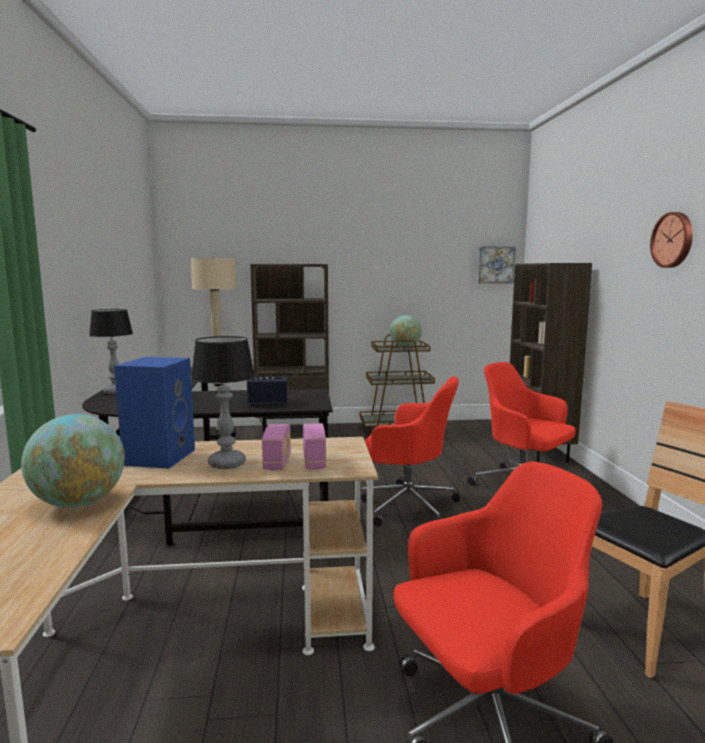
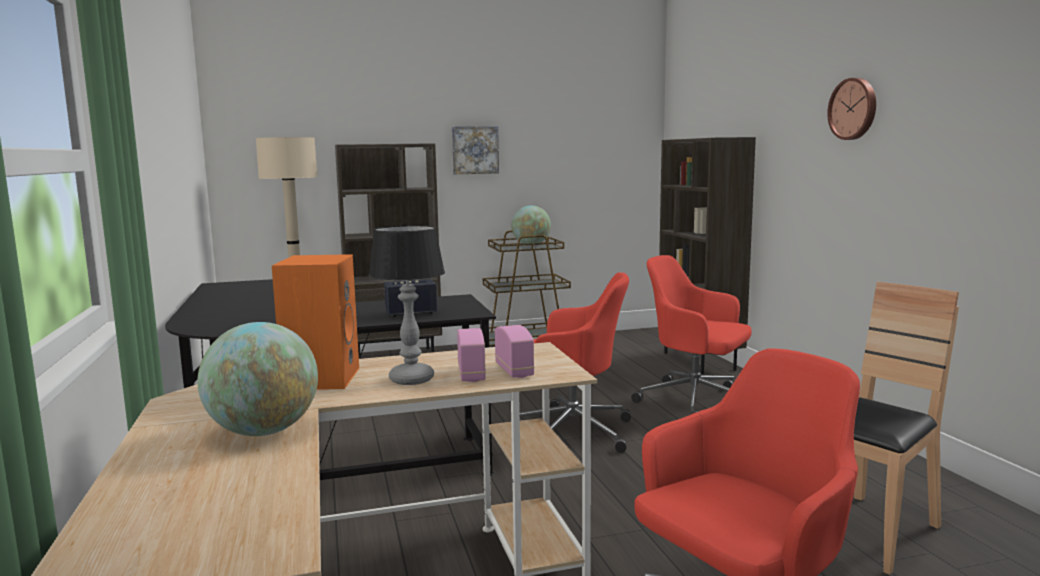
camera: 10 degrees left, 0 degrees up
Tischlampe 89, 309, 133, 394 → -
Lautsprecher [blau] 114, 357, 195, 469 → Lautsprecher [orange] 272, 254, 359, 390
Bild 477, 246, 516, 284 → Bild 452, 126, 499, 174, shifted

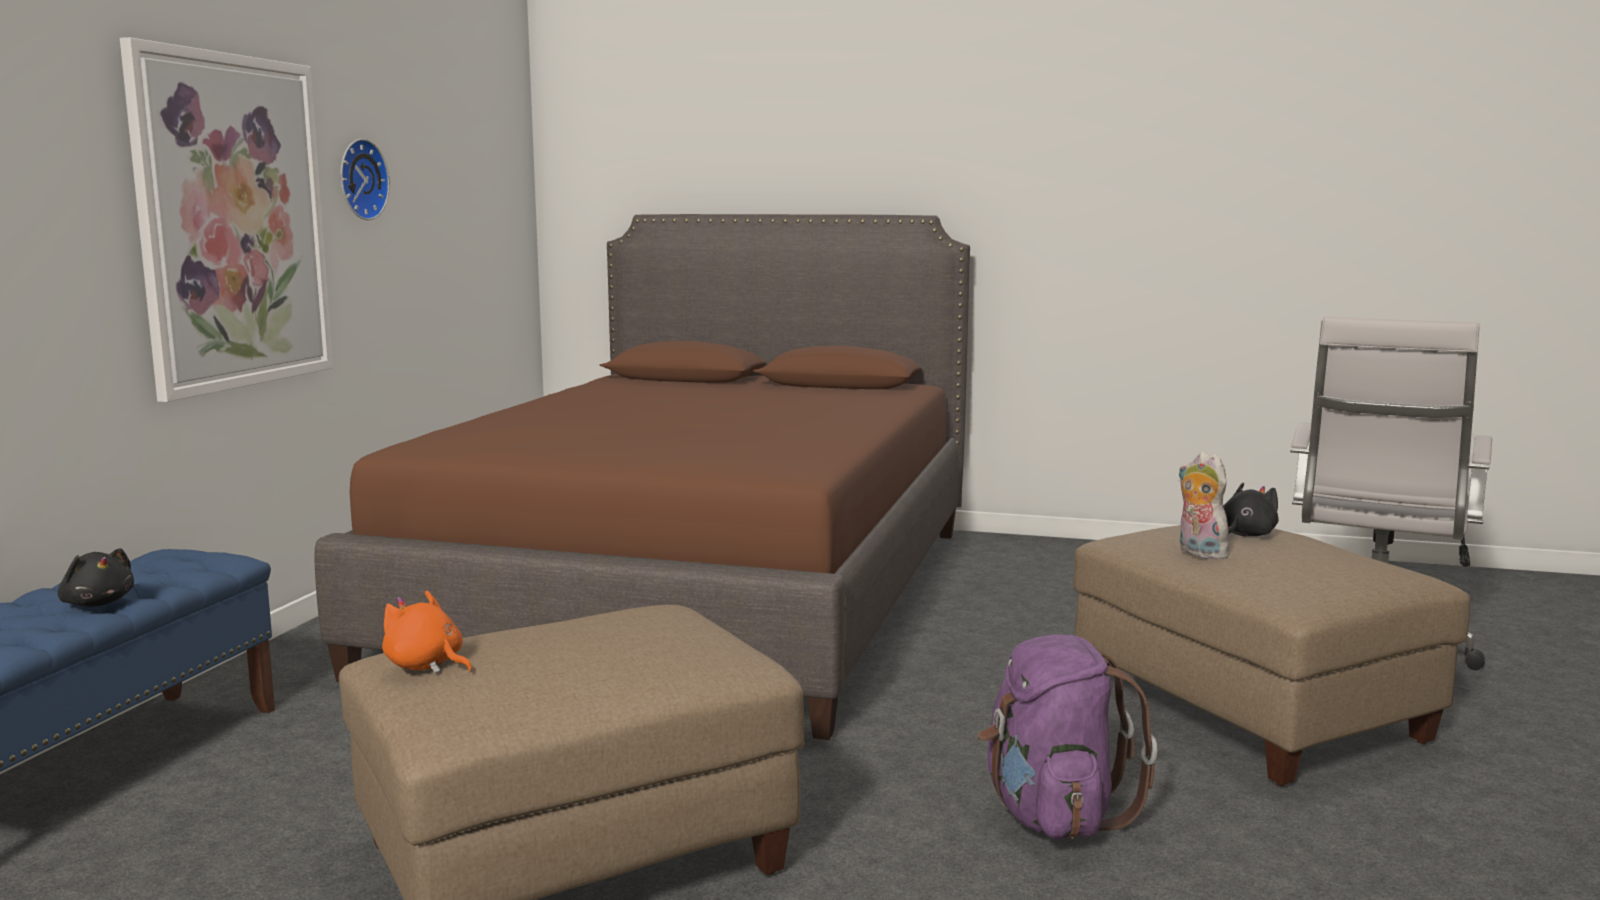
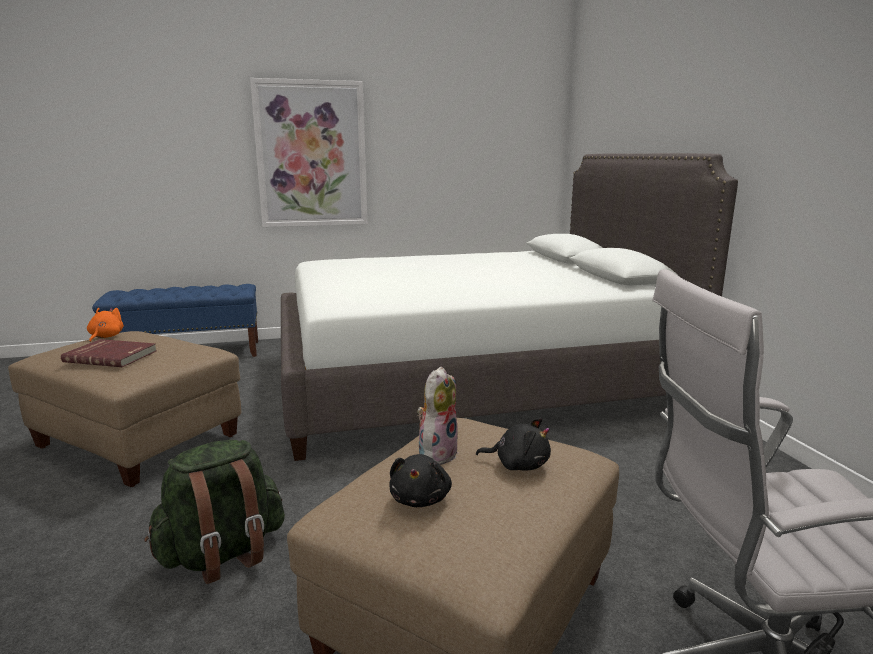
camera: 60 degrees right, 5 degrees up
Plüschtier [schwarz] 58, 548, 134, 607 → Plüschtier [schwarz] 389, 454, 452, 507, shifted
Bett [braun] 315, 214, 970, 740 → Bett [weiß] 281, 153, 738, 461
Wanduhr 340, 139, 390, 220 → -
Rucksack [lila] 978, 634, 1157, 839 → Rucksack [grün] 144, 440, 285, 584
- → Buch [rot] 61, 339, 157, 367

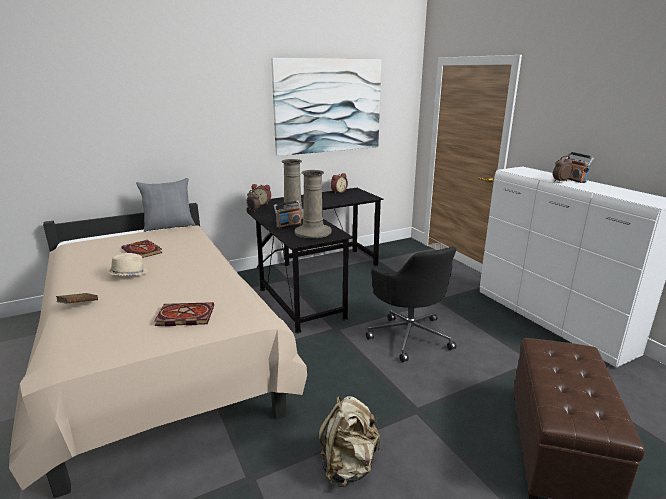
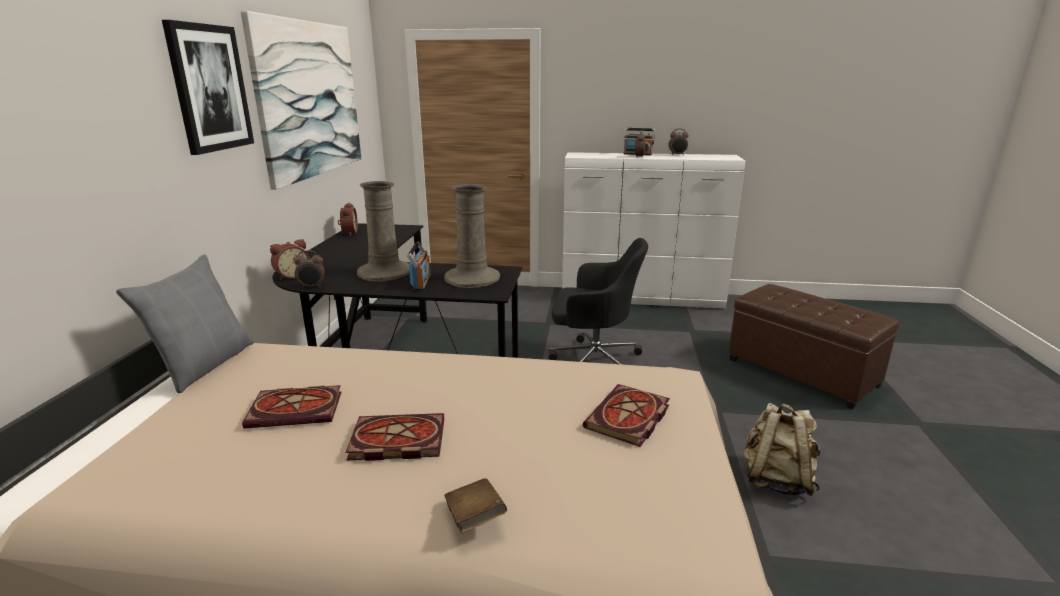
camera: 55 degrees left, 0 degrees up
Hut [beige] 108, 253, 148, 276 → Buch 345, 413, 444, 461
- → Bild 162, 20, 254, 155
- → Wecker 669, 129, 689, 155

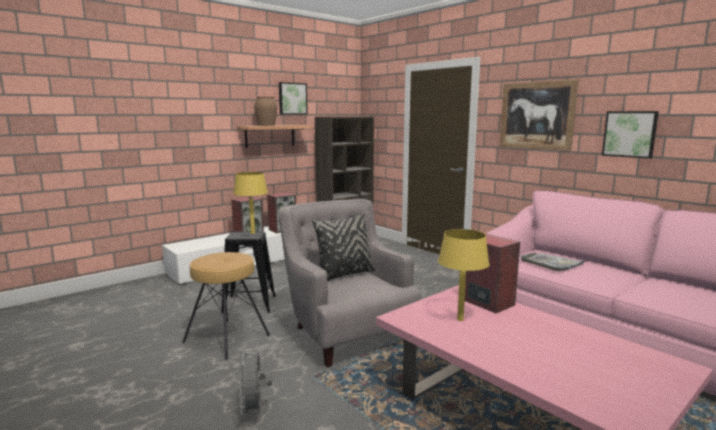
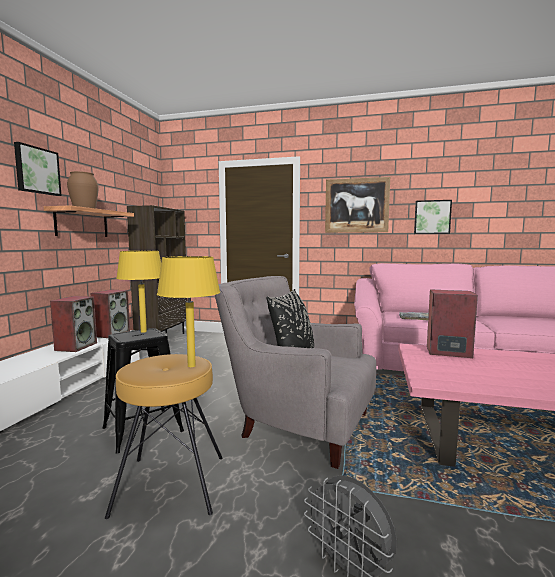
camera: 35 degrees left, 5 degrees down
Bild 279, 82, 308, 114 → Bild 14, 142, 62, 196, shifted
Tischlampe [gelb] 438, 229, 489, 321 → Tischlampe [gelb] 157, 256, 220, 367, shifted

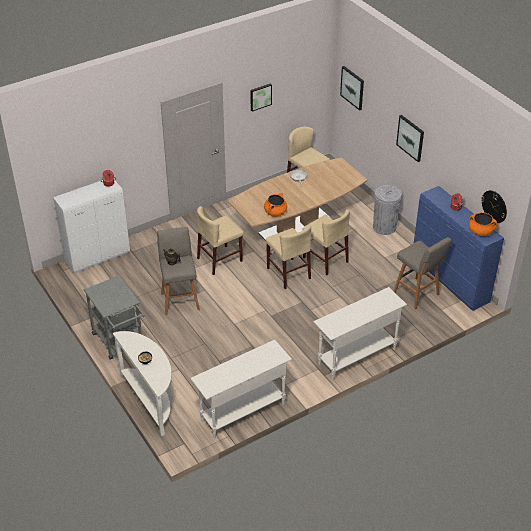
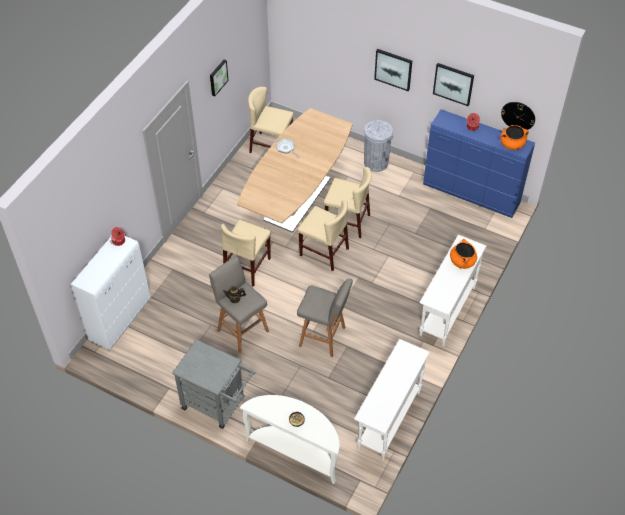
camera: 30 degrees left, 10 degrees up
Kochtopf [orange] 264, 193, 287, 217 → Kochtopf [orange] 450, 239, 477, 269, shifted
Bild 340, 66, 364, 111 → Bild 433, 63, 474, 106, shifted
Hocker [grau] 394, 237, 451, 309 → Hocker [grau] 297, 278, 353, 357, shifted

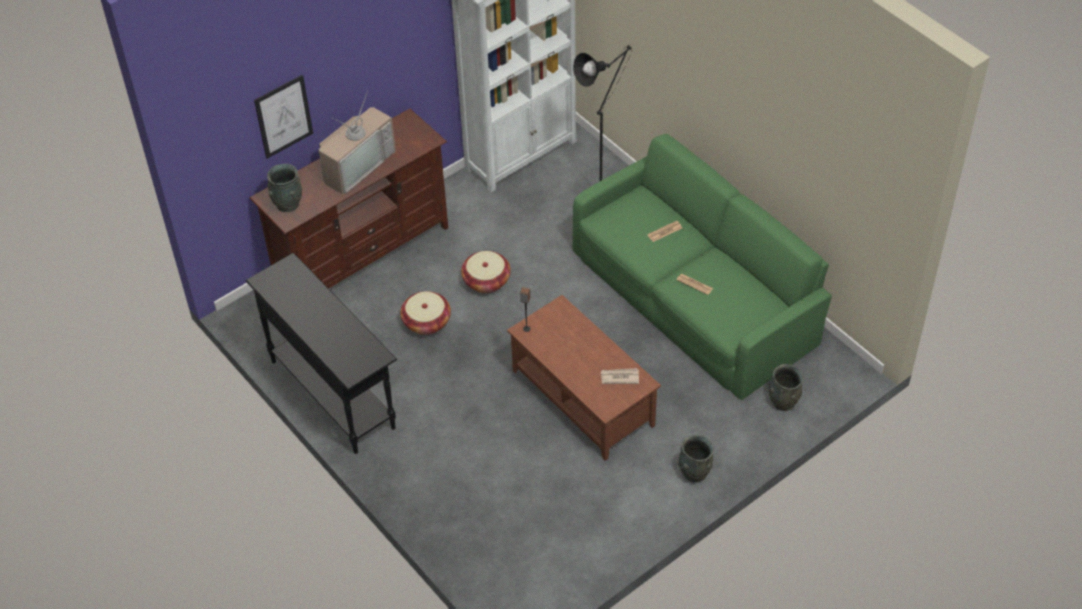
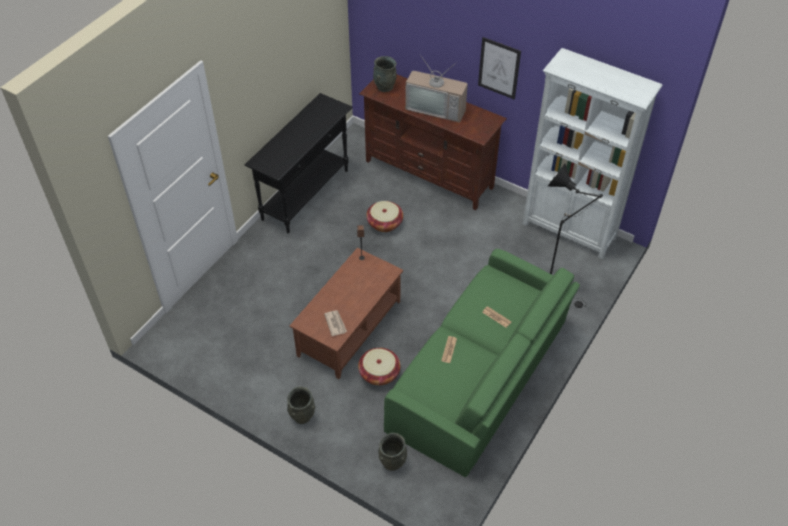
camera: 70 degrees right, 0 degrees up
Bild 254, 75, 313, 159 → Bild 478, 37, 521, 99, shifted
Korb 461, 251, 511, 293 → Korb 358, 348, 400, 385, shifted

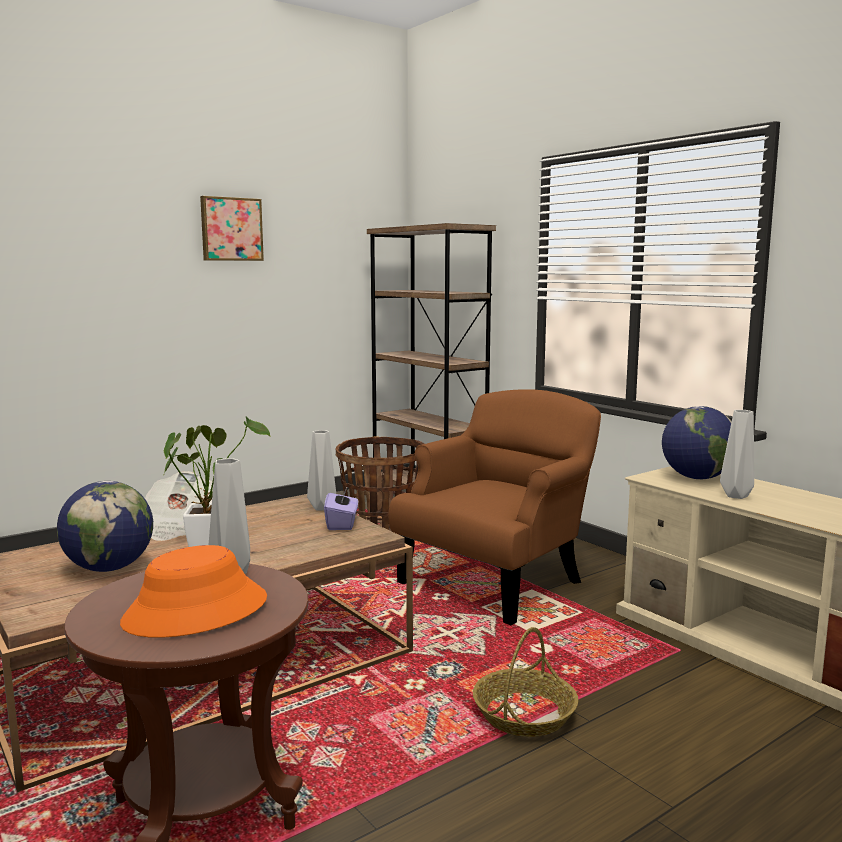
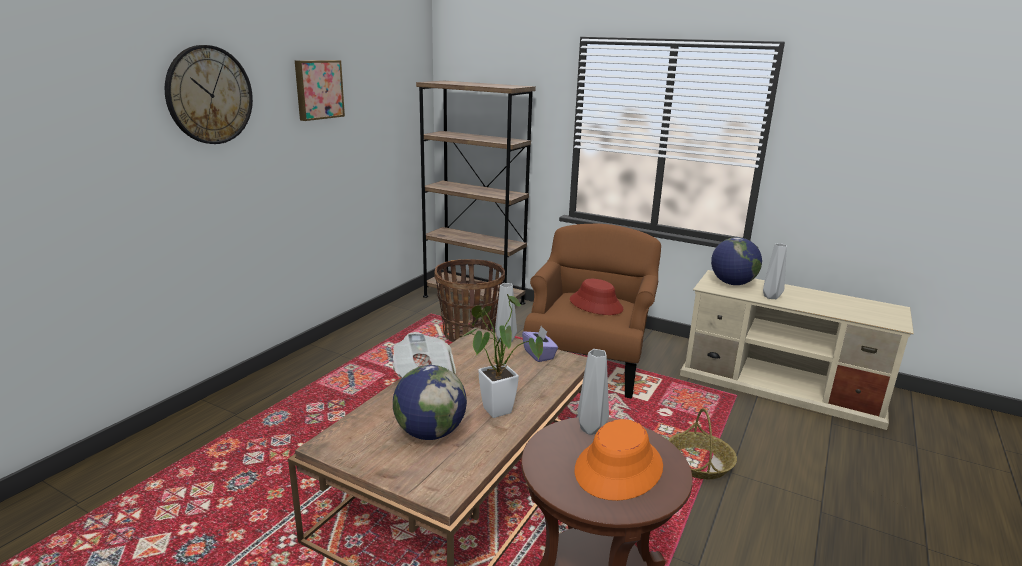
camera: 25 degrees left, 10 degrees up
- → Wanduhr 165, 45, 253, 144
- → Hut [rot] 570, 279, 624, 315

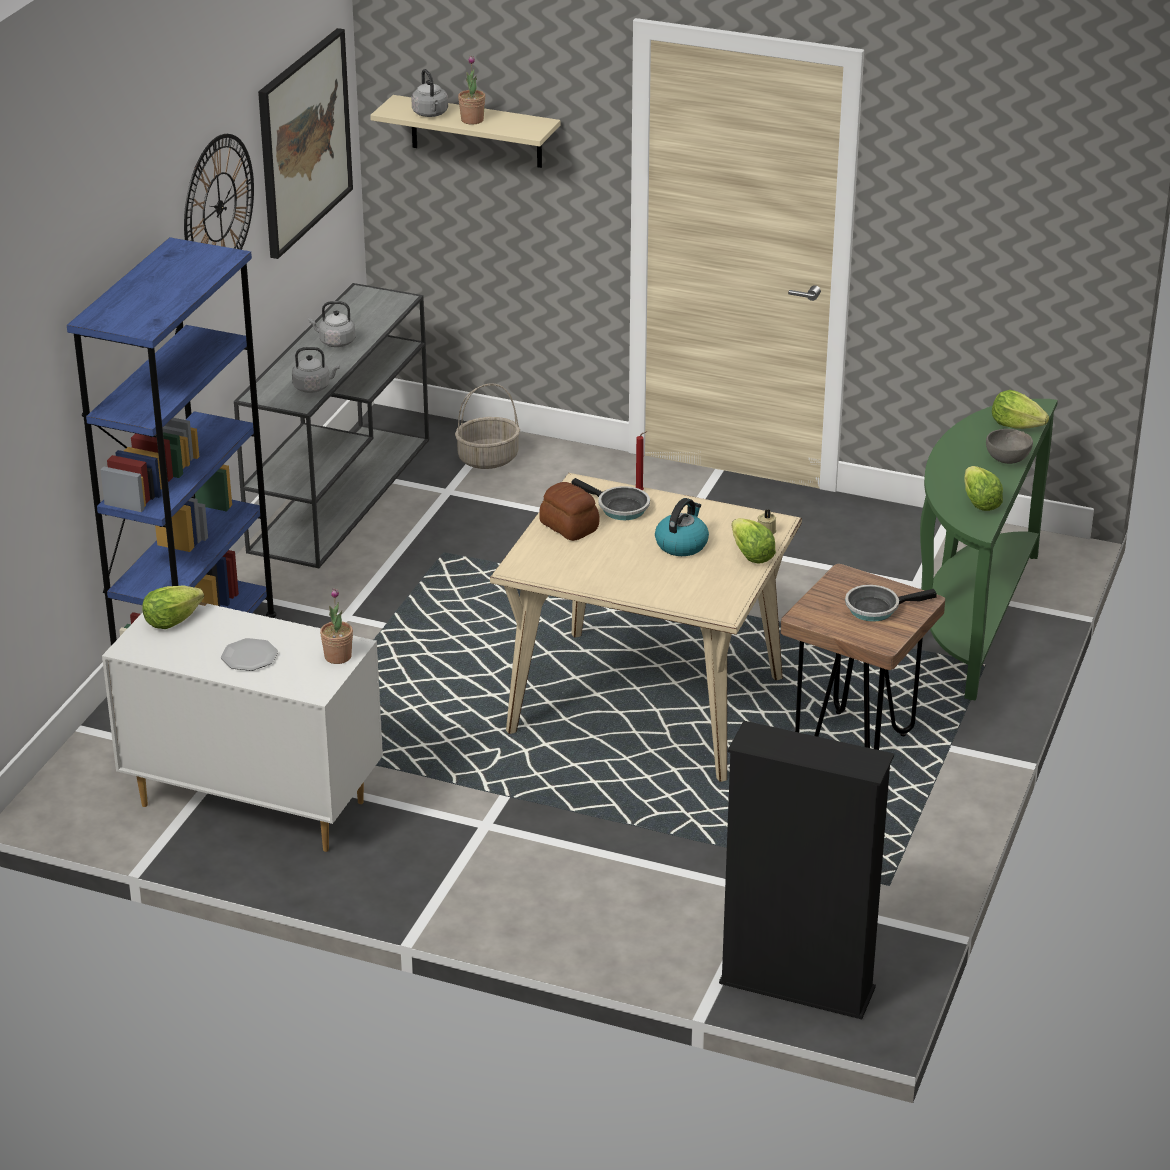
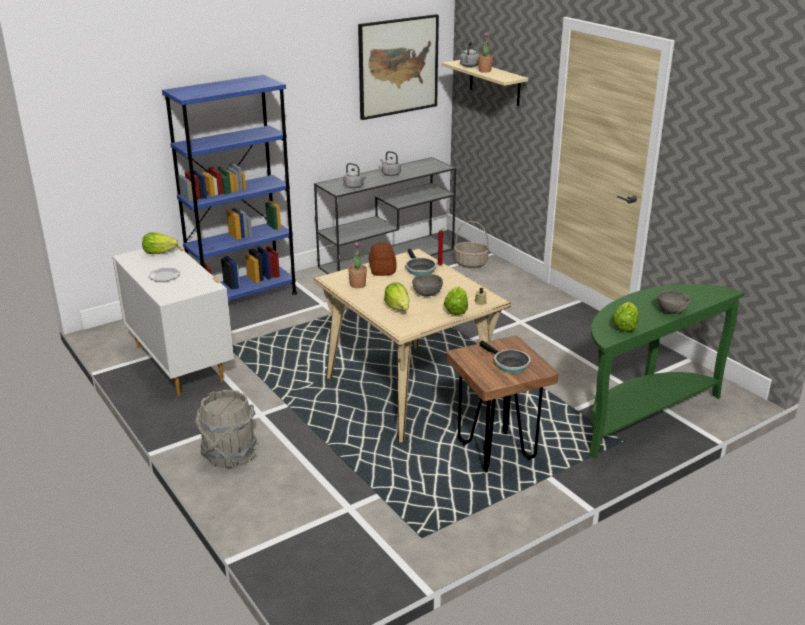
camera: 35 degrees right, 5 degrees down
Wanduhr 184, 134, 254, 250 → -
Topfpflanze 320, 588, 353, 664 → Topfpflanze 348, 242, 367, 288, shifted
Wasserkessel 655, 498, 709, 556 → Schüssel [grau] 412, 274, 443, 296
Bücherregal [schwarz] 719, 721, 894, 1019 → -
Pfanne 845, 585, 937, 622 → Pfanne 480, 340, 531, 373, 150 degrees counterclockwise
Salatkopf 992, 390, 1049, 429 → Salatkopf 384, 282, 409, 311, shifted
- → Eimer [grau] 195, 390, 257, 468

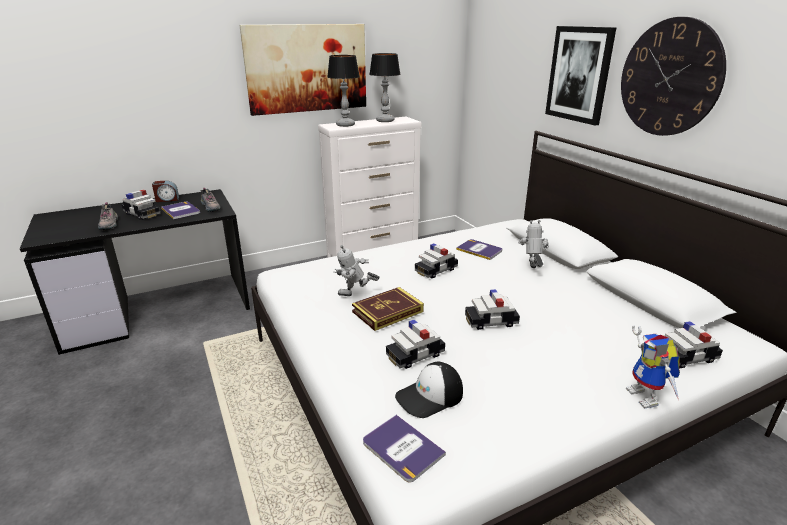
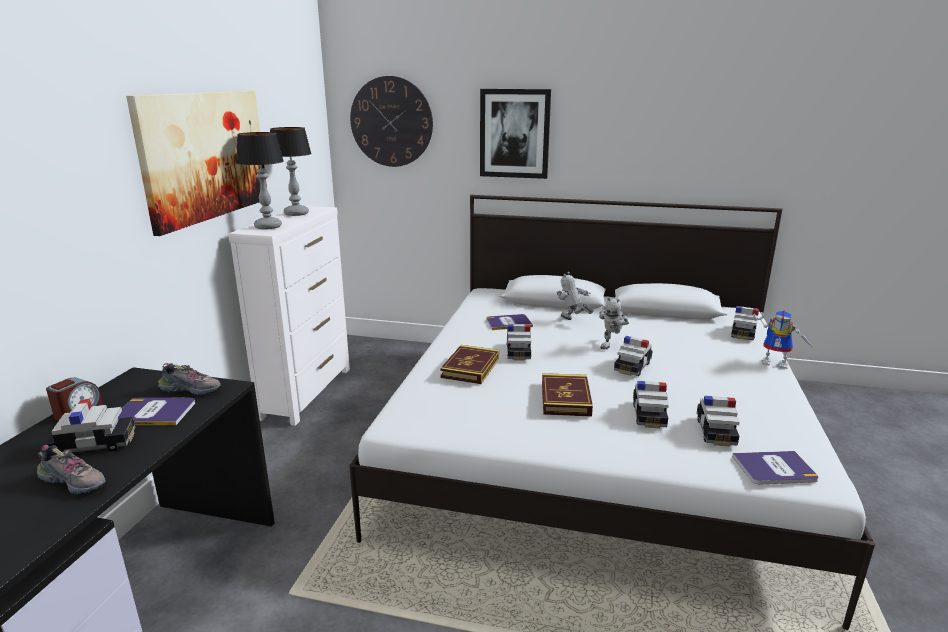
camera: 50 degrees left, 5 degrees down
Spielzeugroboter 333, 245, 380, 296 → Spielzeugroboter 599, 297, 629, 350, shifted
Kappe 395, 362, 463, 418 → Spielzeugauto 697, 395, 740, 447
Wanduhr 621, 17, 726, 136 → Wanduhr 350, 76, 433, 167, shifted
- → Buch 440, 345, 499, 384

